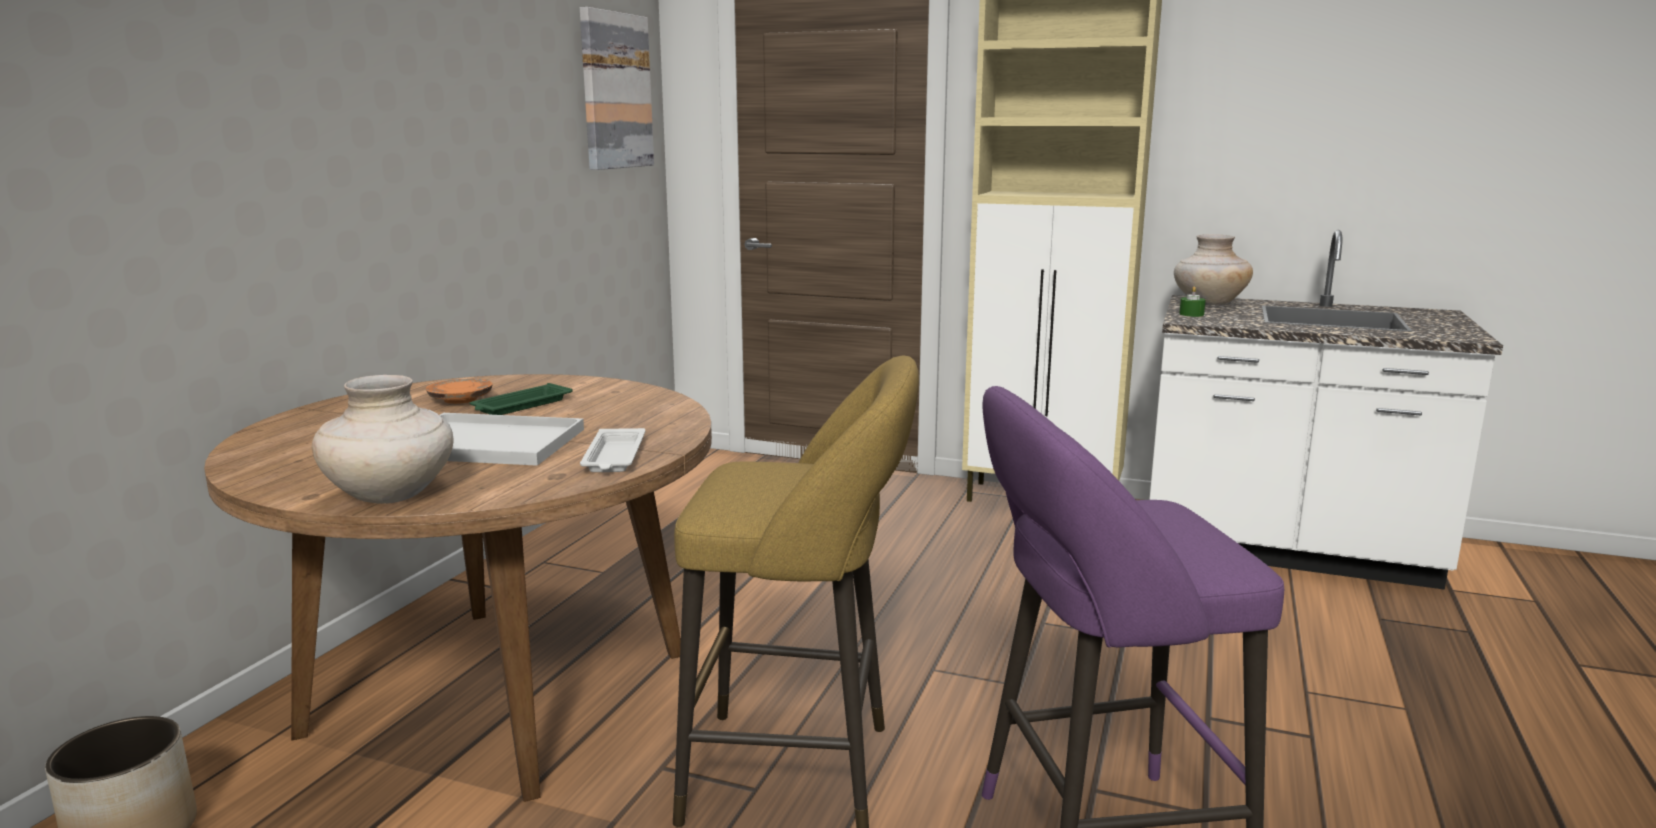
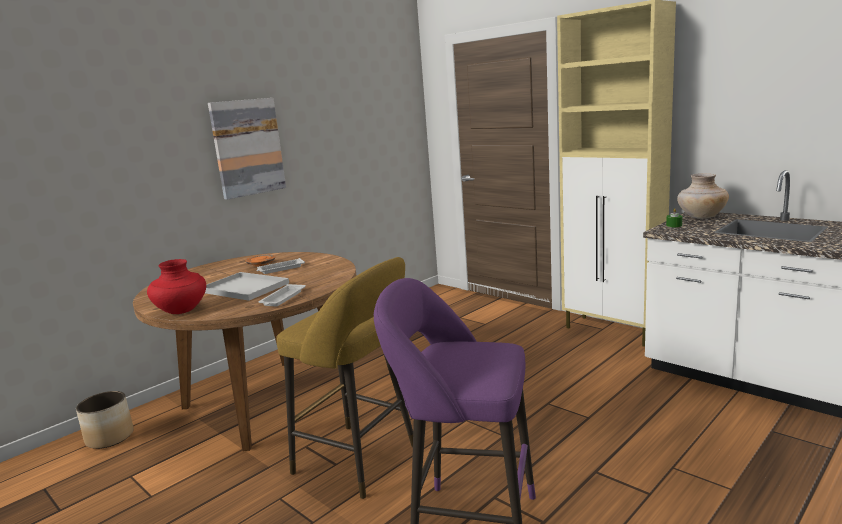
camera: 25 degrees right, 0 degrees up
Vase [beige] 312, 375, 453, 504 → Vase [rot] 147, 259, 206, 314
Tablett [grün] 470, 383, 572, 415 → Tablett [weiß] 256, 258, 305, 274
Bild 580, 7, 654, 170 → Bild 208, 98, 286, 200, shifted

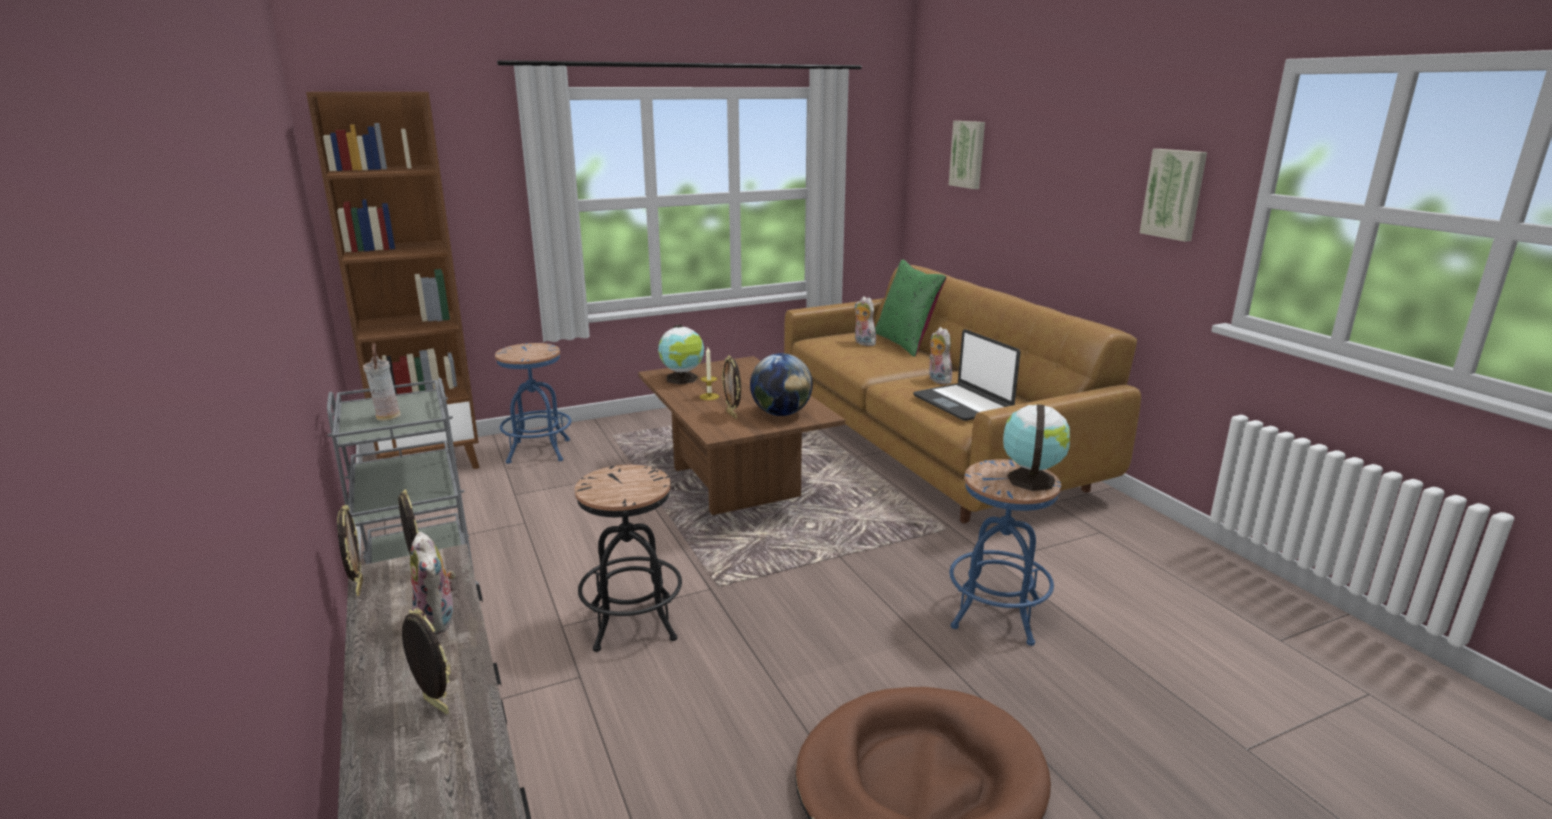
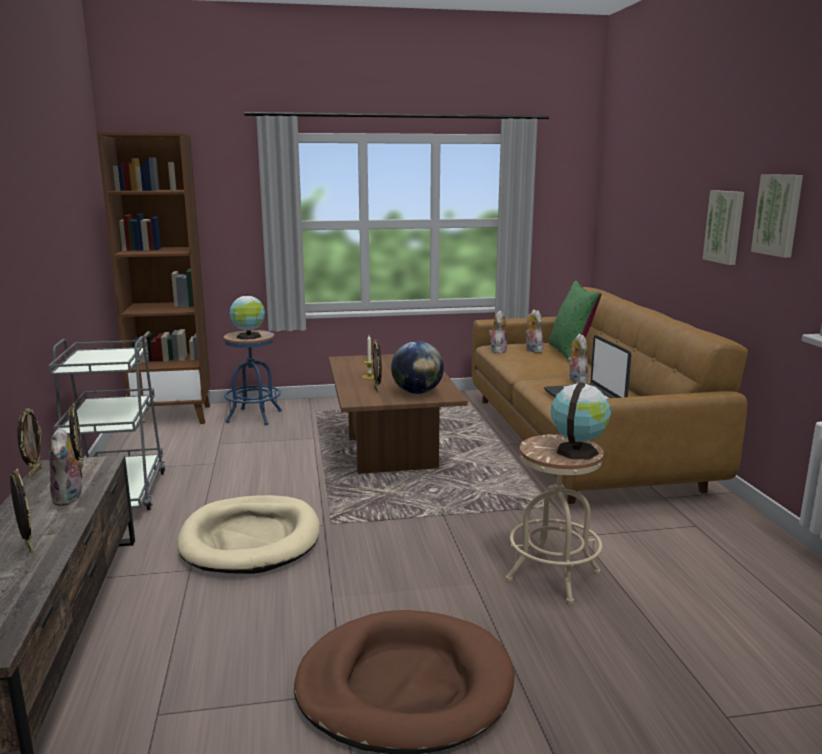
camera: 15 degrees right, 5 degrees down
Vase 363, 343, 401, 421 → -
Hocker [schwarz] 575, 465, 682, 652 → Hundebett [beige] 177, 495, 320, 574
Globus 658, 325, 704, 384 → Globus 230, 294, 265, 340, shifted
Bild 949, 121, 985, 189 → Bild 703, 190, 744, 265, shifted
Hocker [blau] 949, 459, 1061, 646 → Hocker [beige] 506, 434, 604, 604
- → Plüschtier 489, 310, 507, 354

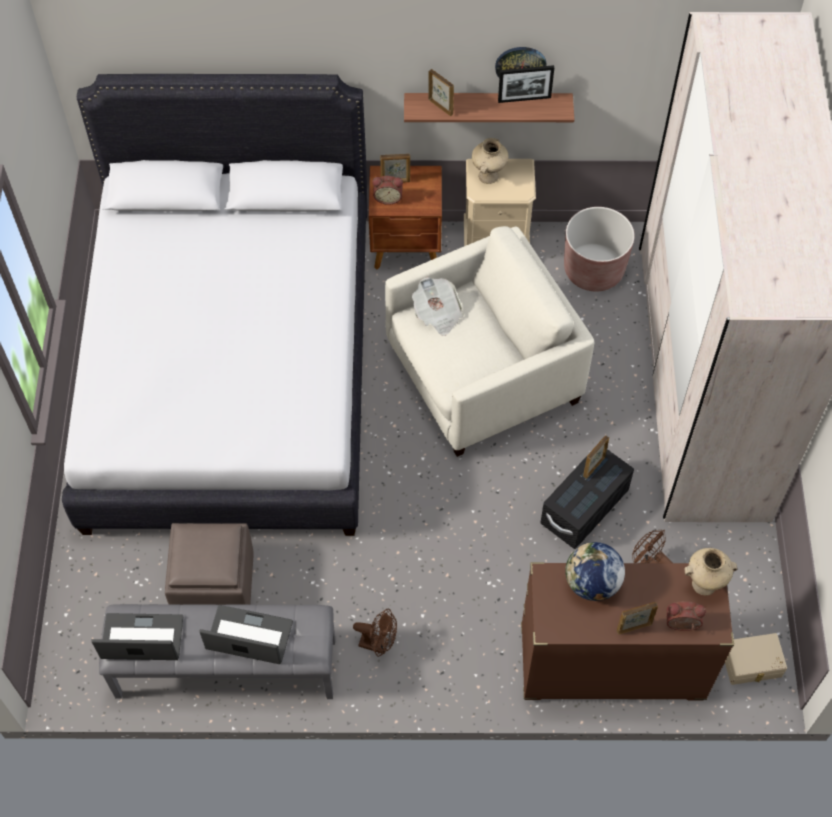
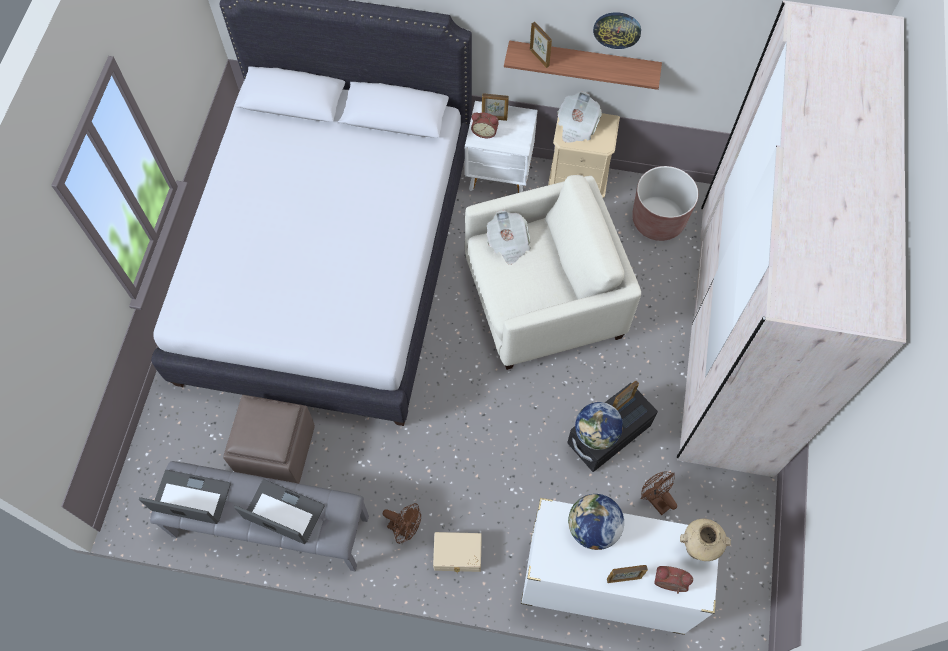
camera: 10 degrees right, 5 degrees up
Nachttisch [braun] 369, 166, 442, 270 → Nachttisch [weiß] 465, 101, 538, 193
Vase [beige] 472, 138, 508, 184 → Zeitung 557, 92, 602, 143
Bilderrahmen 498, 65, 554, 103 → -
Kommode [braun] 521, 562, 734, 701 → Kommode [weiß] 521, 498, 718, 635
Aufbewahrungsbox [beige] 725, 633, 787, 685 → Aufbewahrungsbox [beige] 433, 532, 482, 573, shifted
- → Globus 575, 402, 623, 450

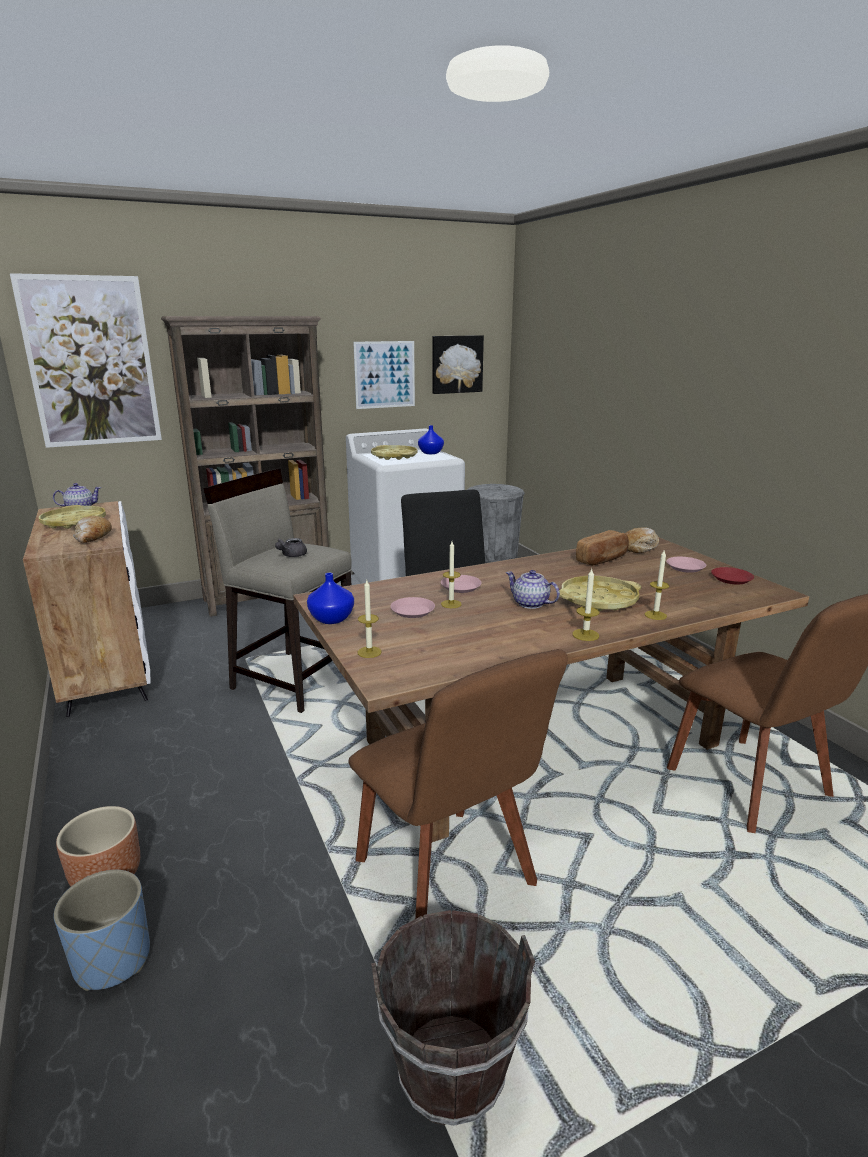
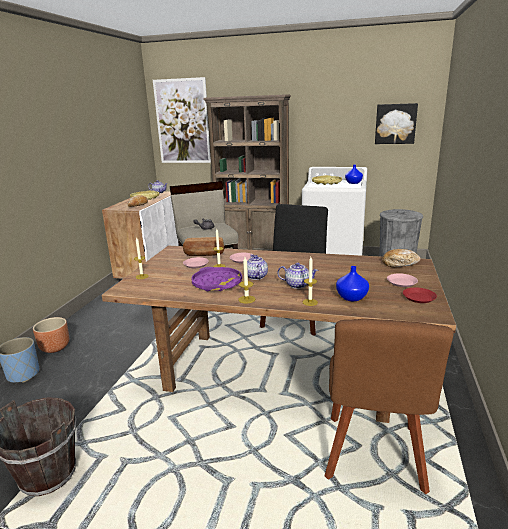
camera: 40 degrees right, 0 degrees up
Vase [blau] 307, 573, 354, 624 → Vase [blau] 336, 266, 369, 301, shifted
Stuhl [braun] 349, 649, 568, 919 → -
Bild 353, 341, 415, 409 → -
Tablett [gelb] 559, 576, 641, 611 → Teekanne 277, 262, 318, 289
Brot 576, 530, 629, 566 → Brot 183, 237, 224, 256, shifted
- → Tablett [lila] 191, 267, 242, 291

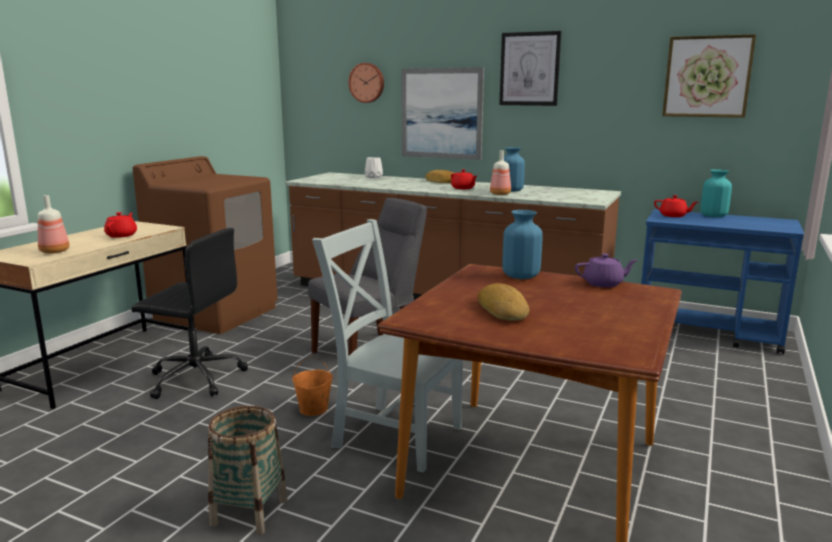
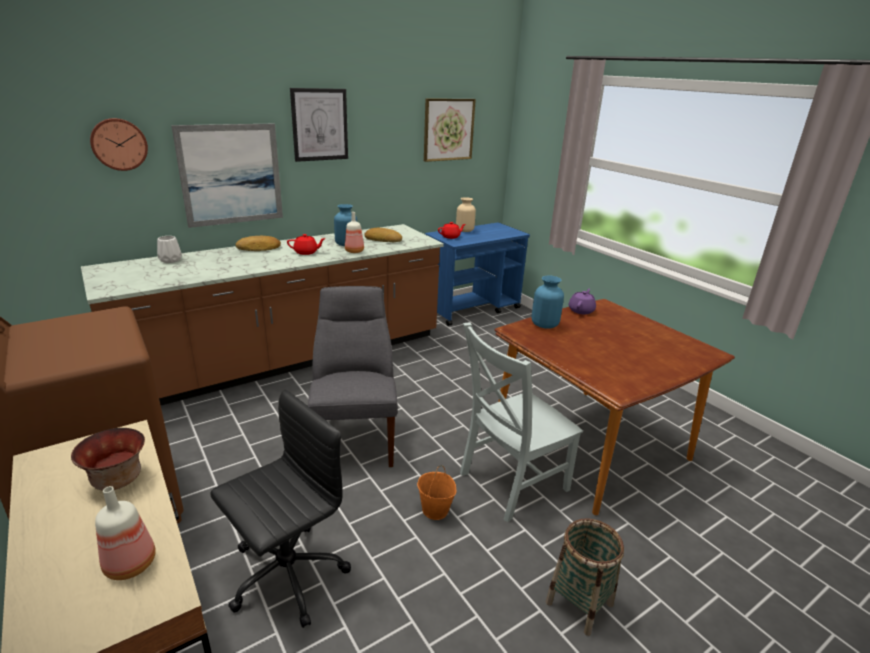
camera: 60 degrees left, 10 degrees up
Teekanne [rot] 104, 212, 137, 238 → Schüssel 71, 428, 145, 490
Brot 478, 283, 529, 321 → Brot 364, 228, 402, 242, shifted
Vase [türkis] 700, 169, 732, 217 → Vase [beige] 456, 197, 476, 232

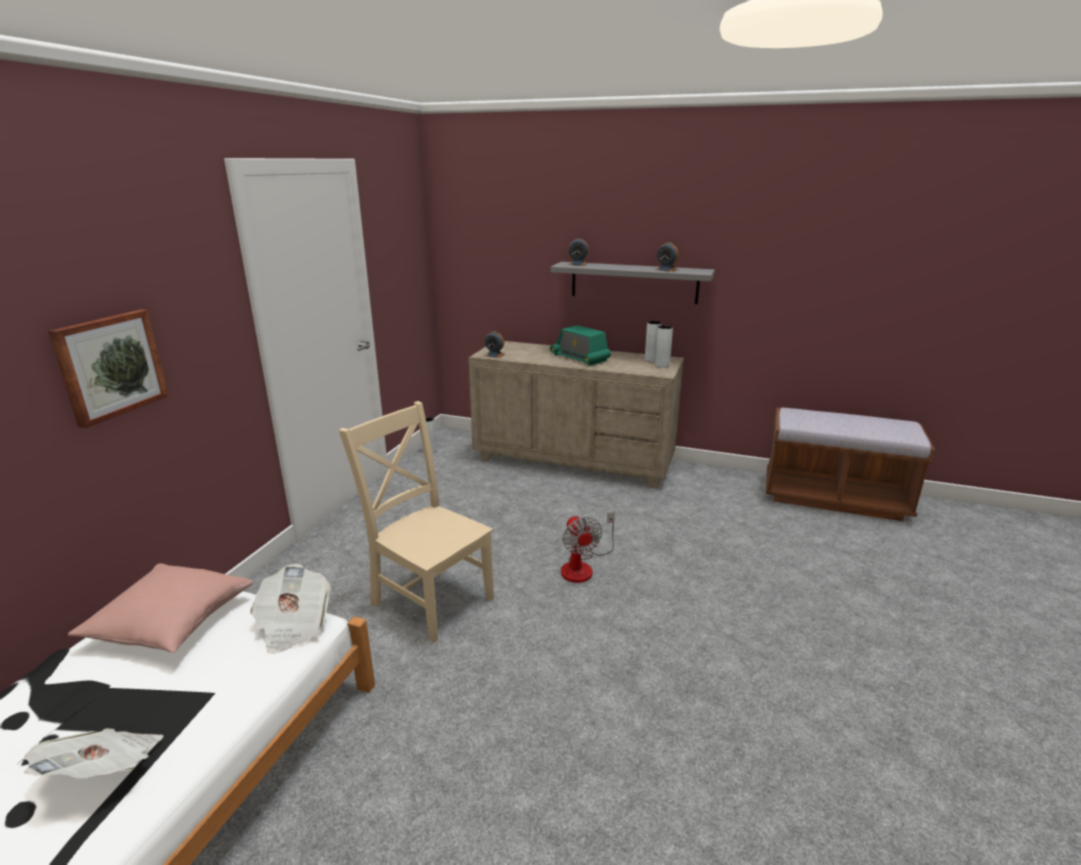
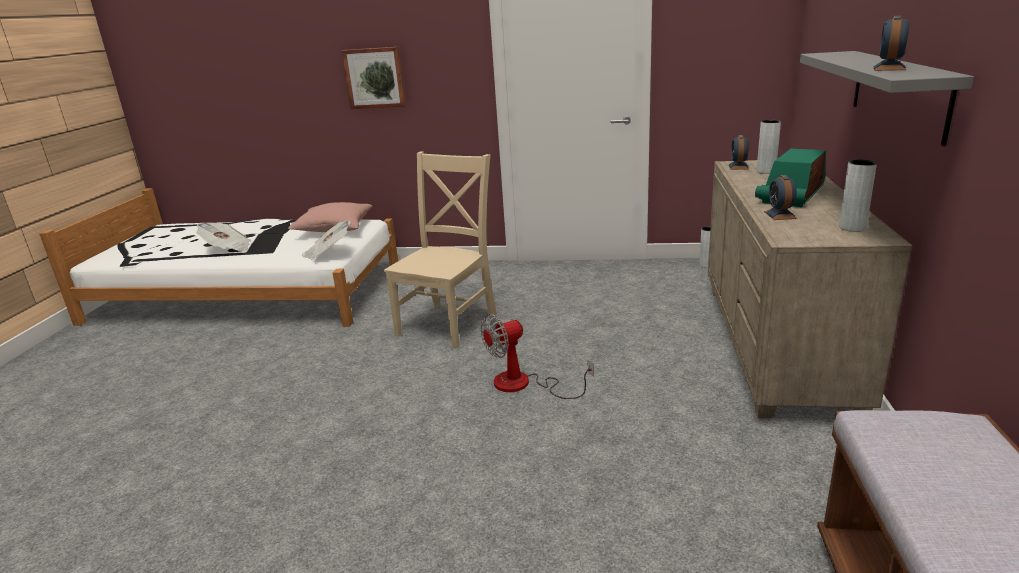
camera: 80 degrees right, 0 degrees up
Wecker 568, 238, 589, 265 → Wecker 764, 175, 797, 220, shifted
Vase [grau] 655, 325, 673, 368 → Vase [grau] 757, 120, 781, 174, shifted

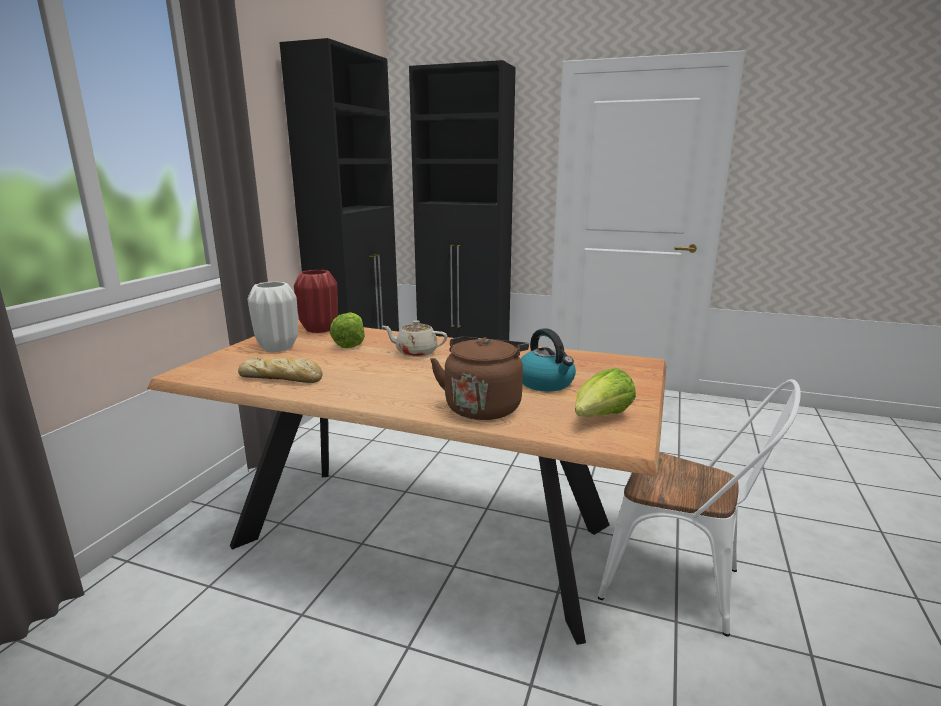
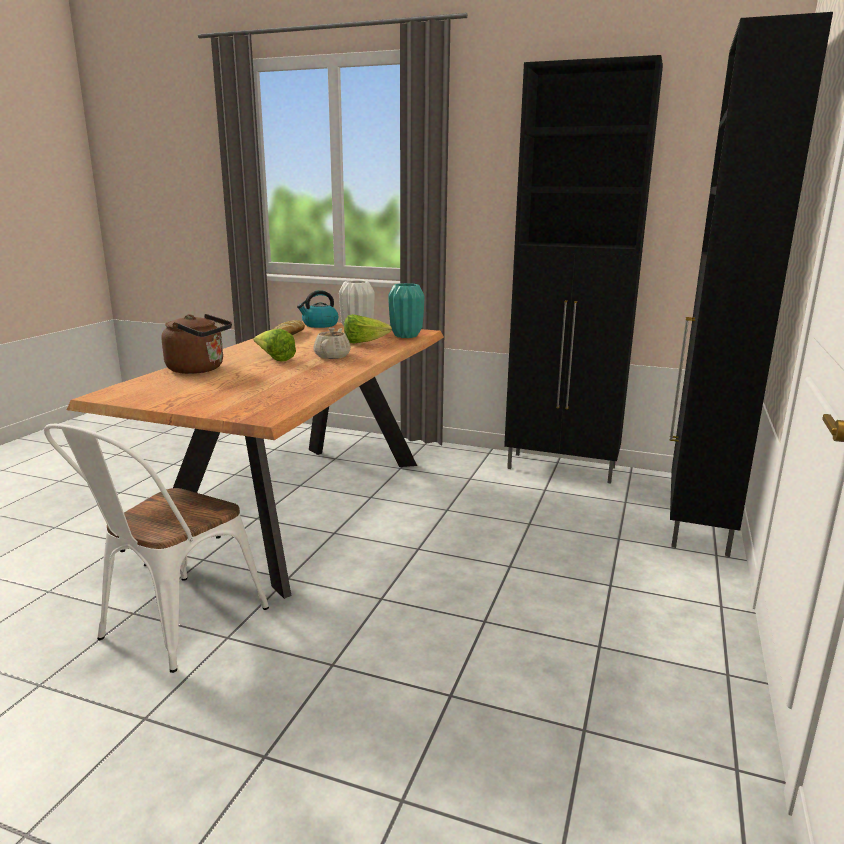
camera: 90 degrees right, 0 degrees up
Vase [rot] 294, 270, 338, 333 → Vase [türkis] 388, 283, 424, 338
Wasserkessel 521, 328, 576, 392 → Wasserkessel 297, 290, 338, 328, shifted
Salatkopf 575, 368, 636, 417 → Salatkopf 254, 329, 296, 361, shifted

